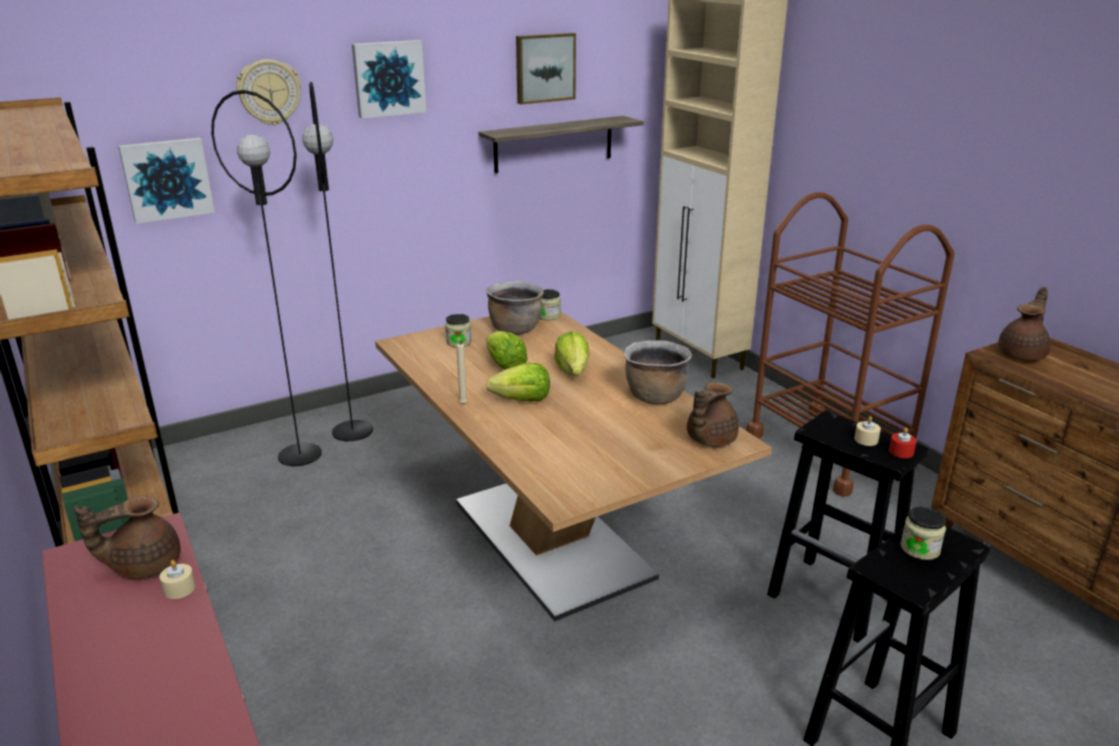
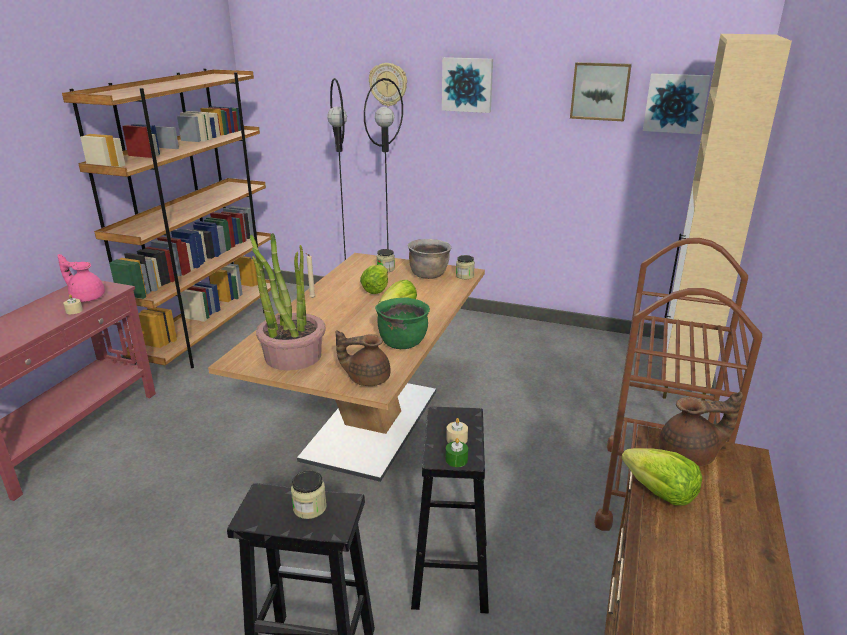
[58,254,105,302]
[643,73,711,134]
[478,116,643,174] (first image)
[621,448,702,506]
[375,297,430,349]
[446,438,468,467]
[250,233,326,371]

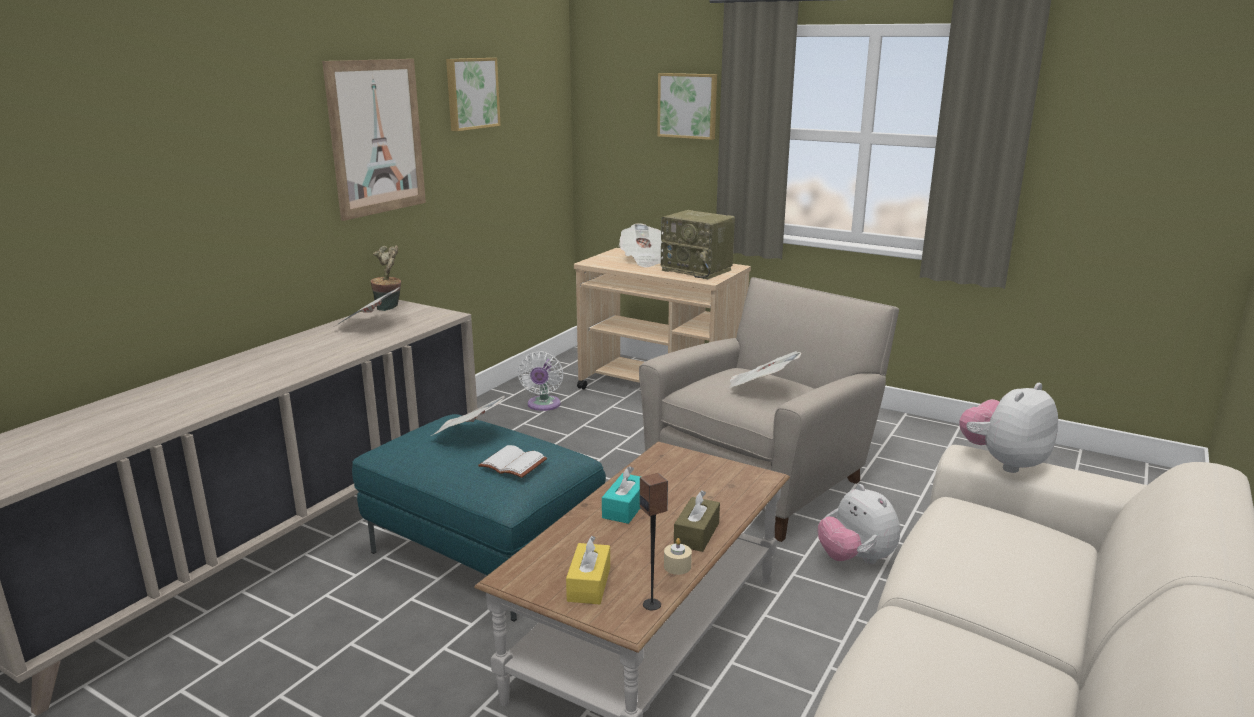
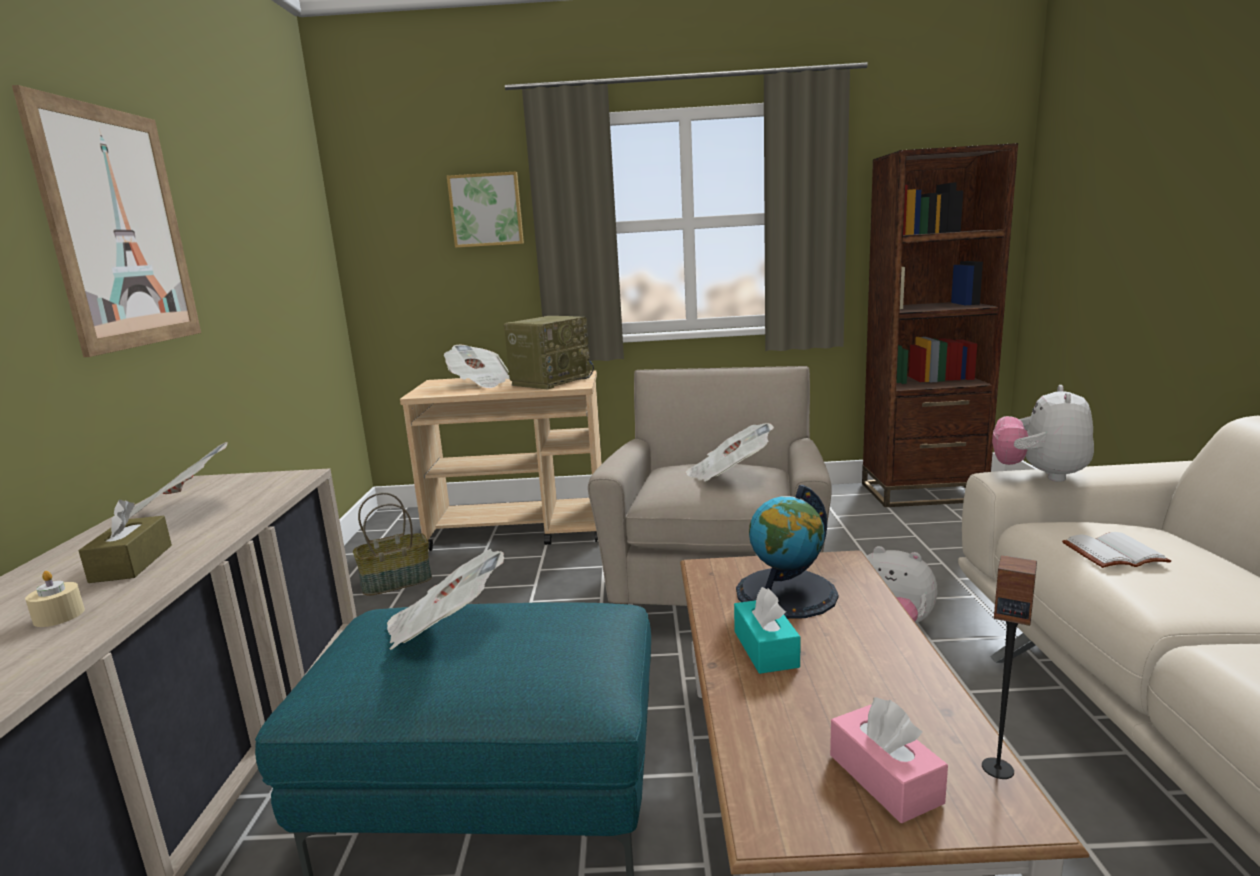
[371,245,401,311] (first image)
[446,58,501,131] (first image)
[1062,532,1171,568]
[353,492,432,596]
[830,697,948,823]
[504,316,594,389]
[25,571,85,627]
[79,500,172,583]
[736,485,838,619]
[862,143,1018,507]

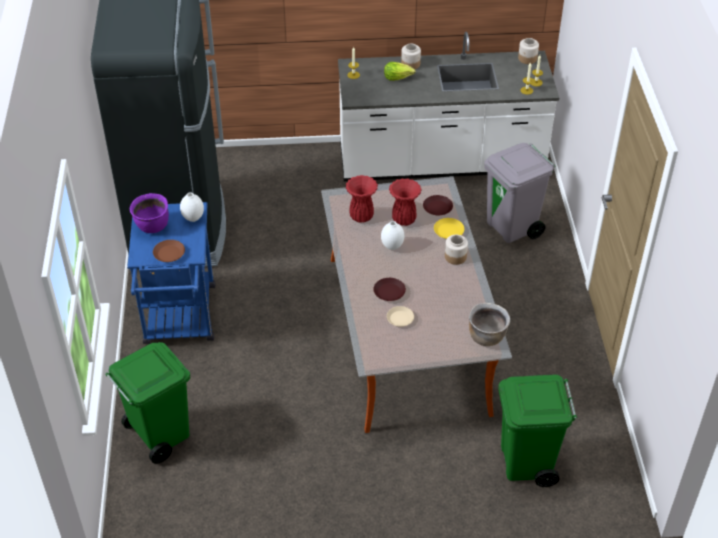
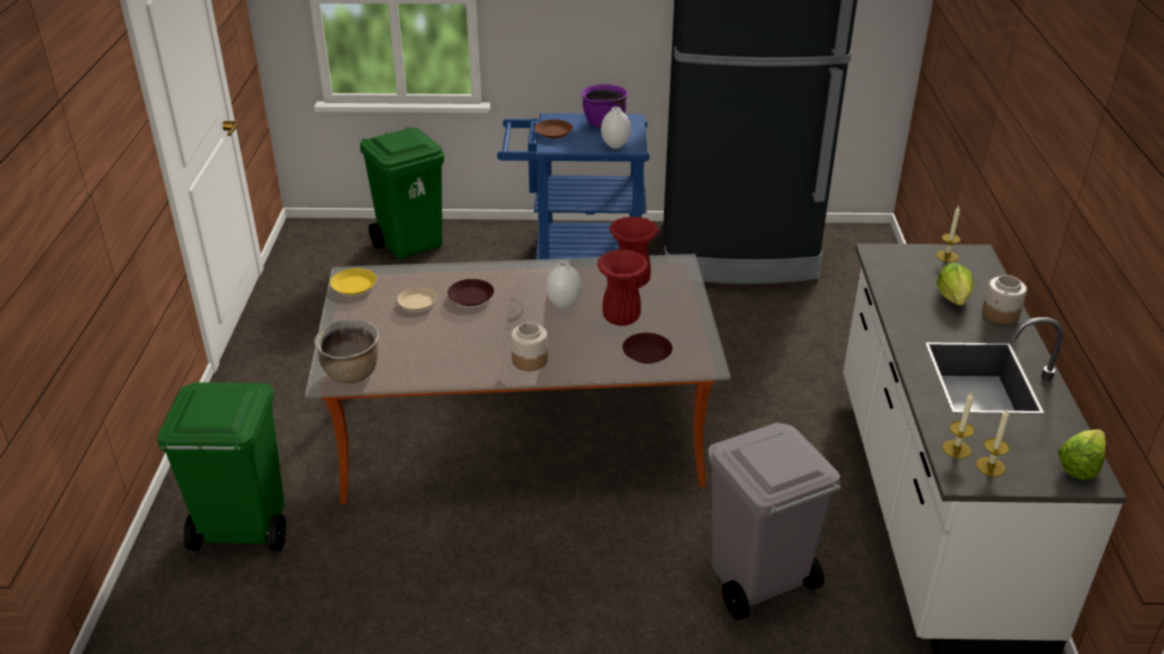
[330,268,377,295]
[1057,430,1106,480]

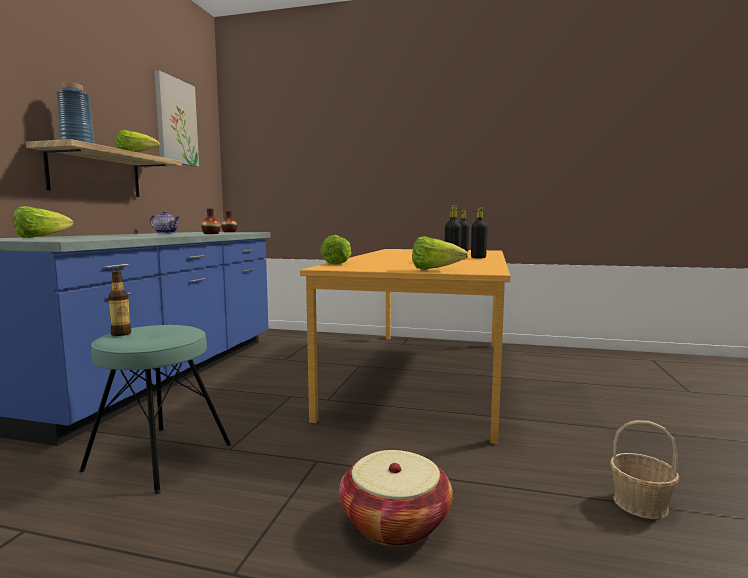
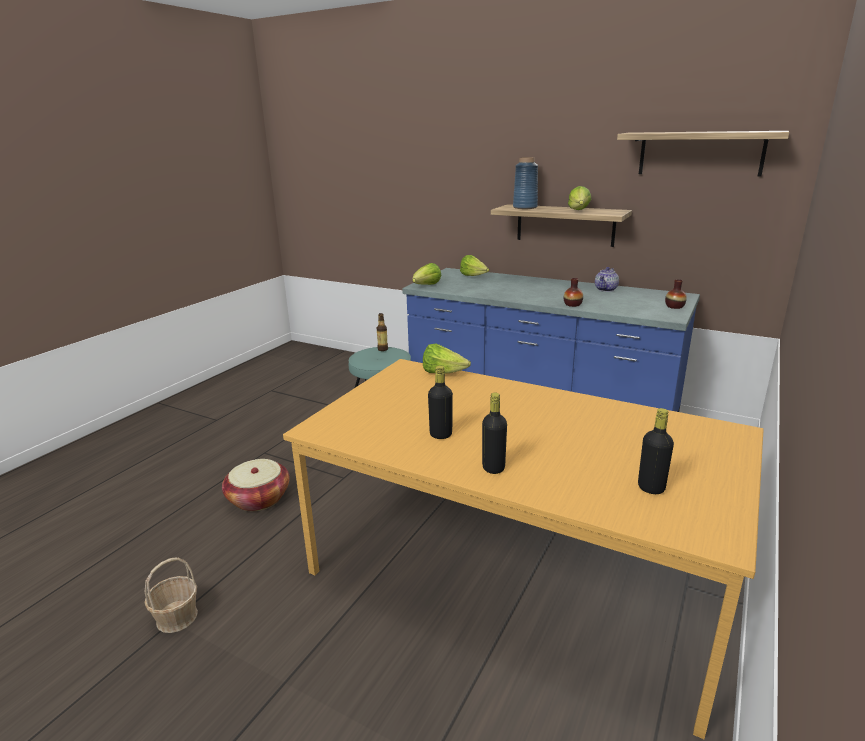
[617,131,789,177]
[412,263,442,285]

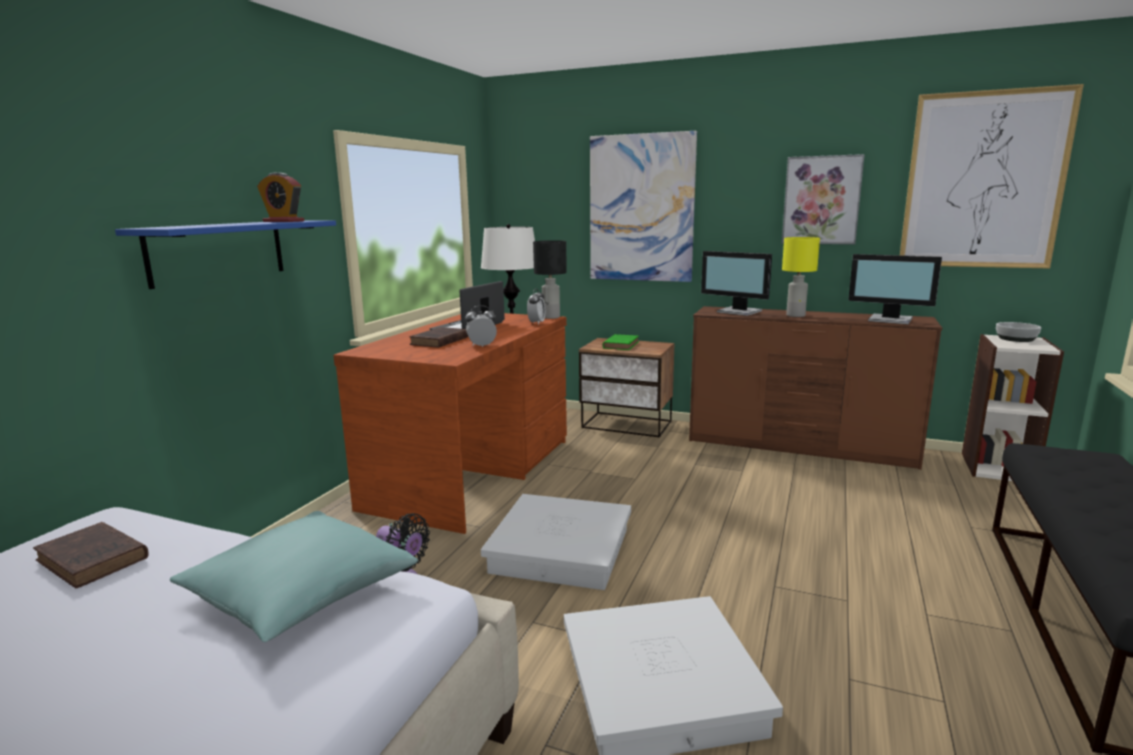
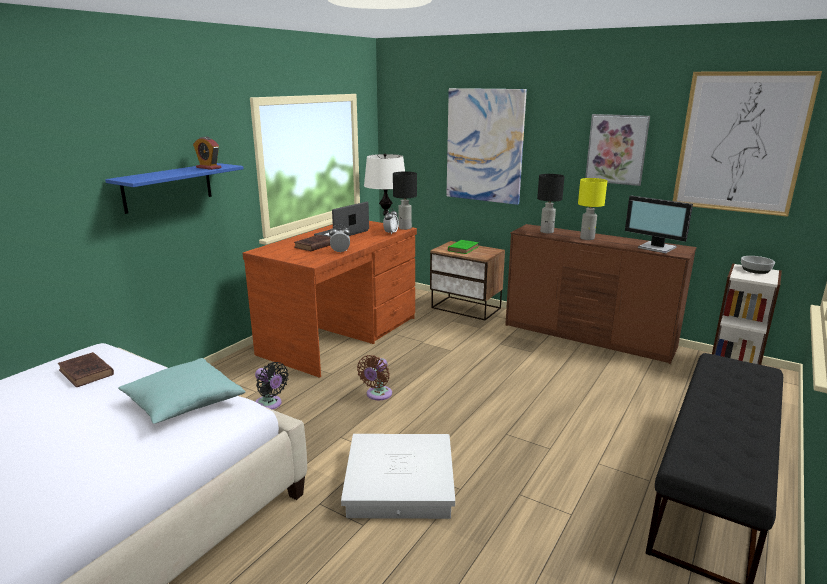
[357,355,392,400]
[537,174,565,233]

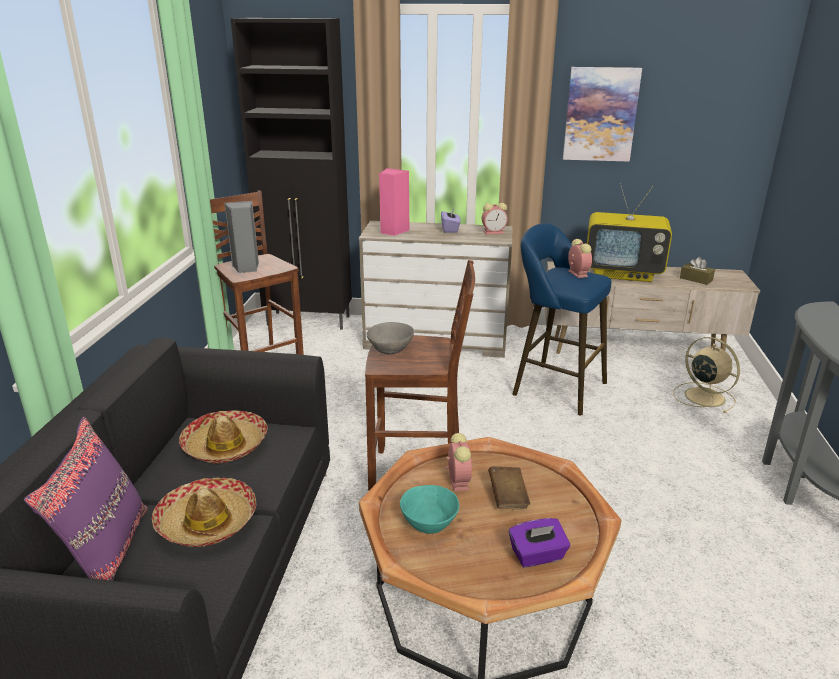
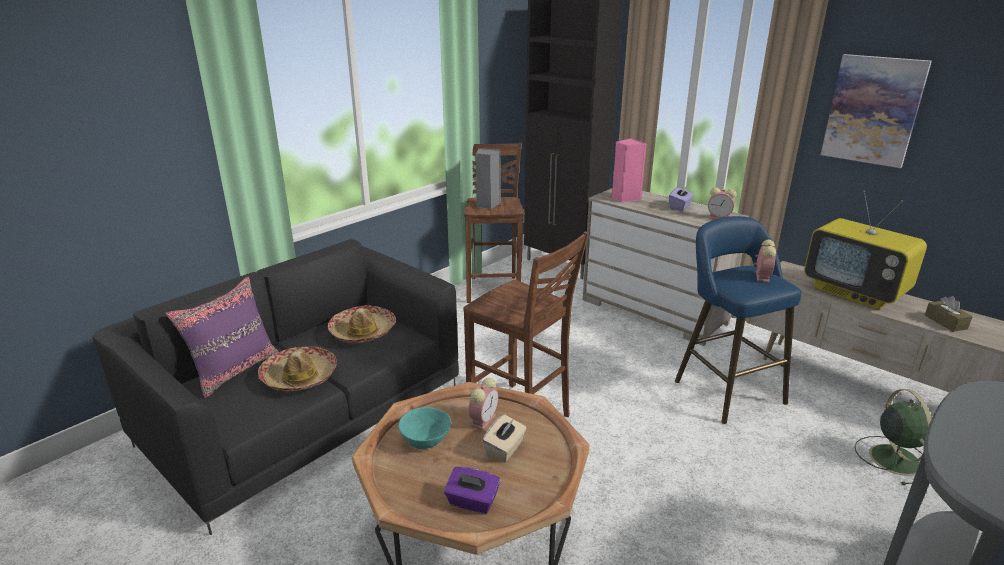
[366,322,414,354] (first image)
[482,414,527,462]
[854,389,932,485]

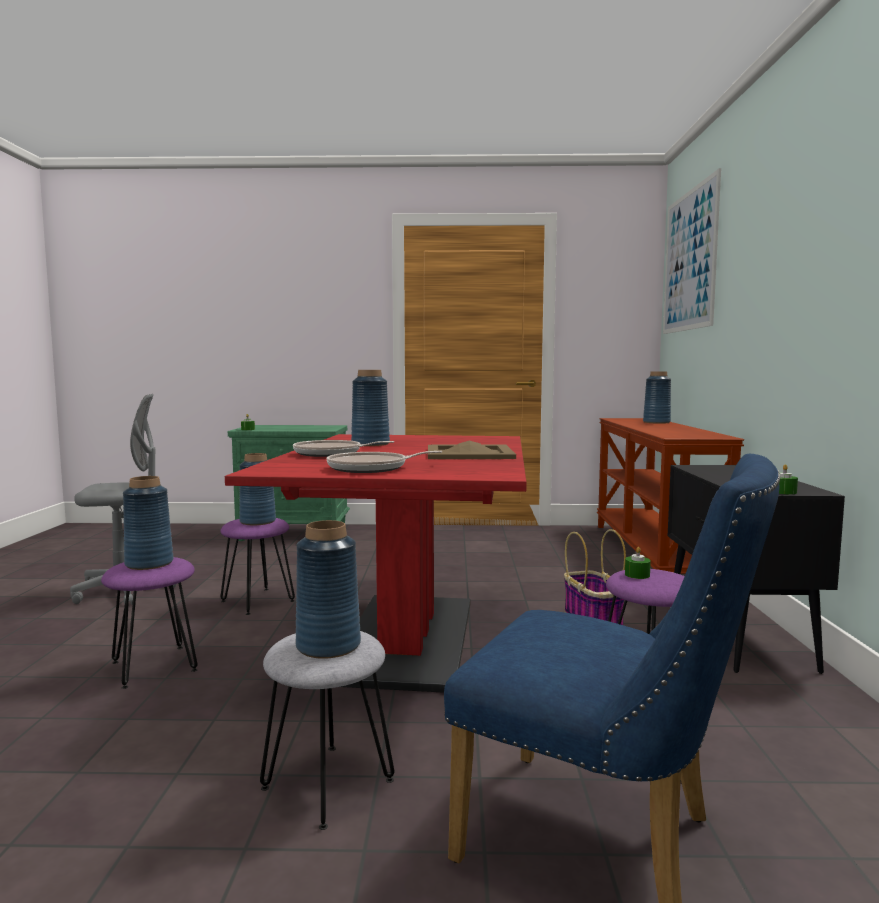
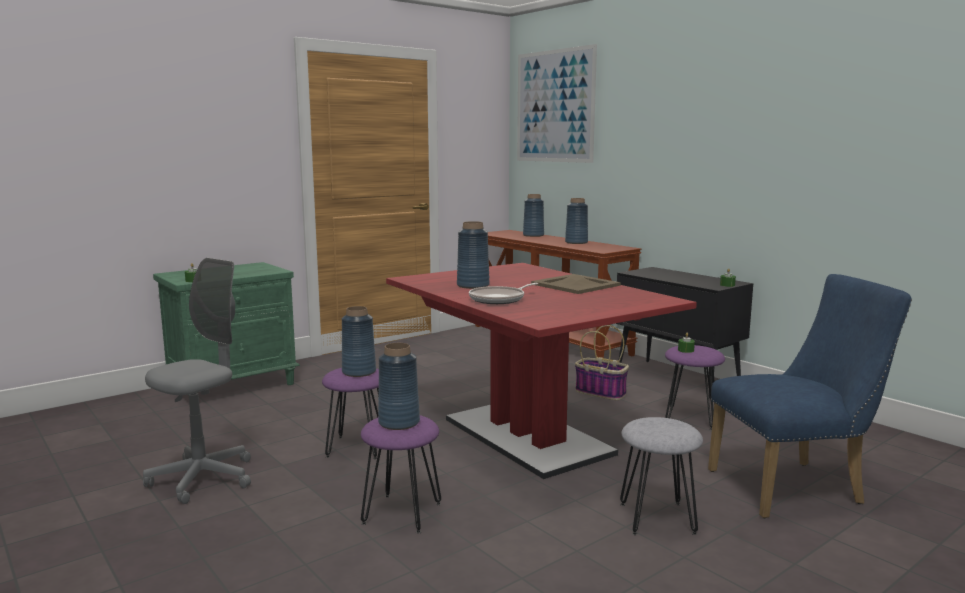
[565,198,588,244]
[327,451,442,473] (first image)

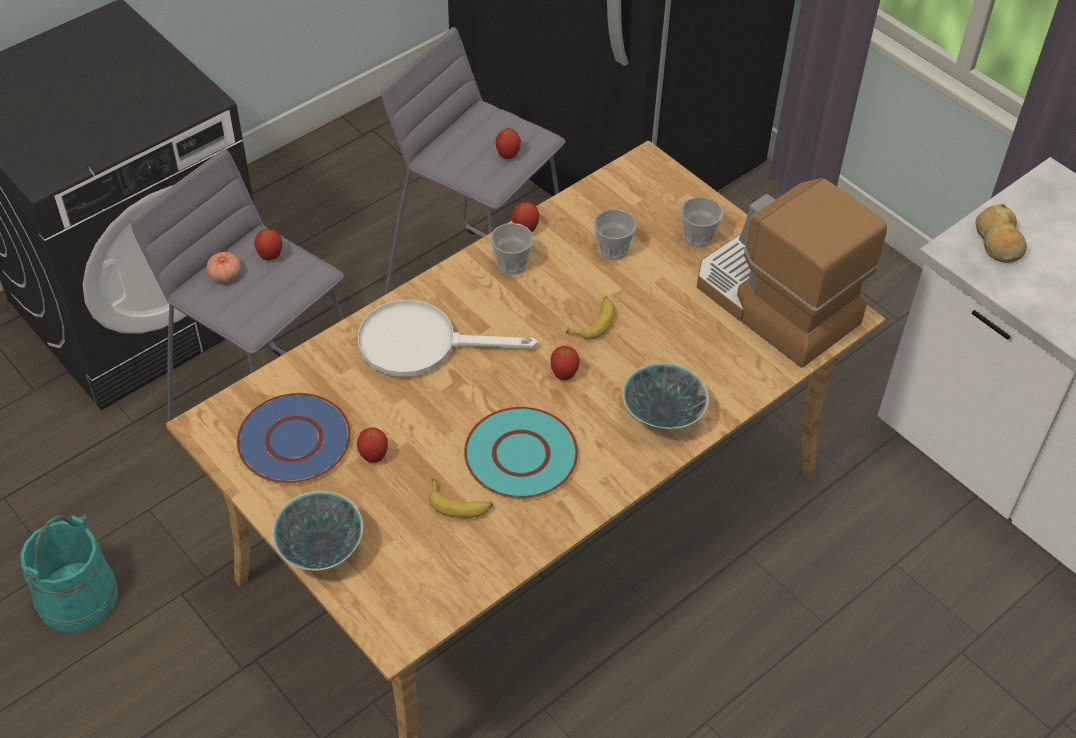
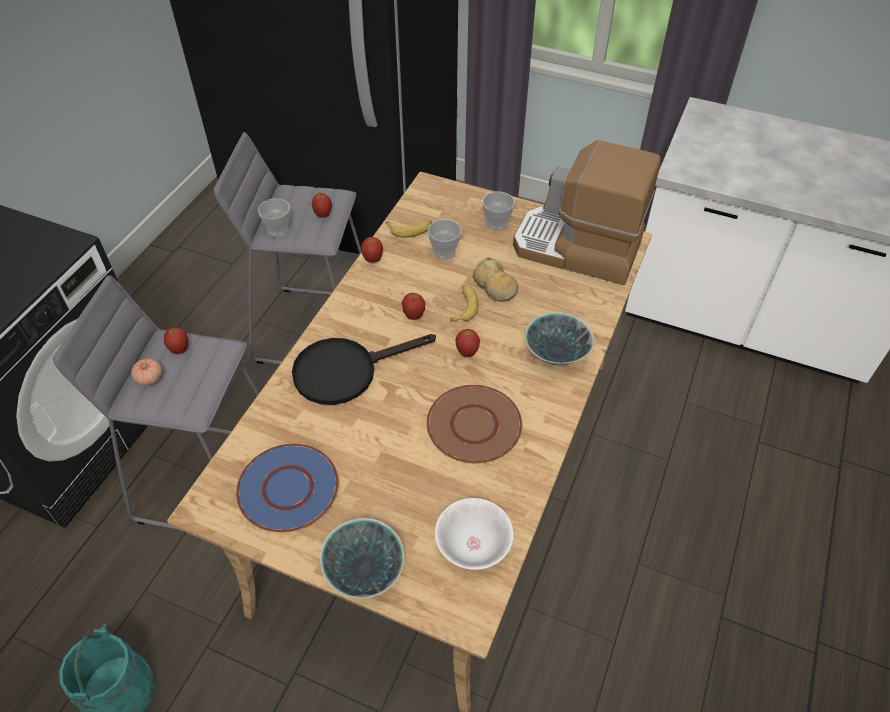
[402,293,425,320]
[292,334,436,405]
[386,220,432,238]
[426,385,522,464]
[258,199,290,237]
[473,257,518,302]
[435,498,513,570]

